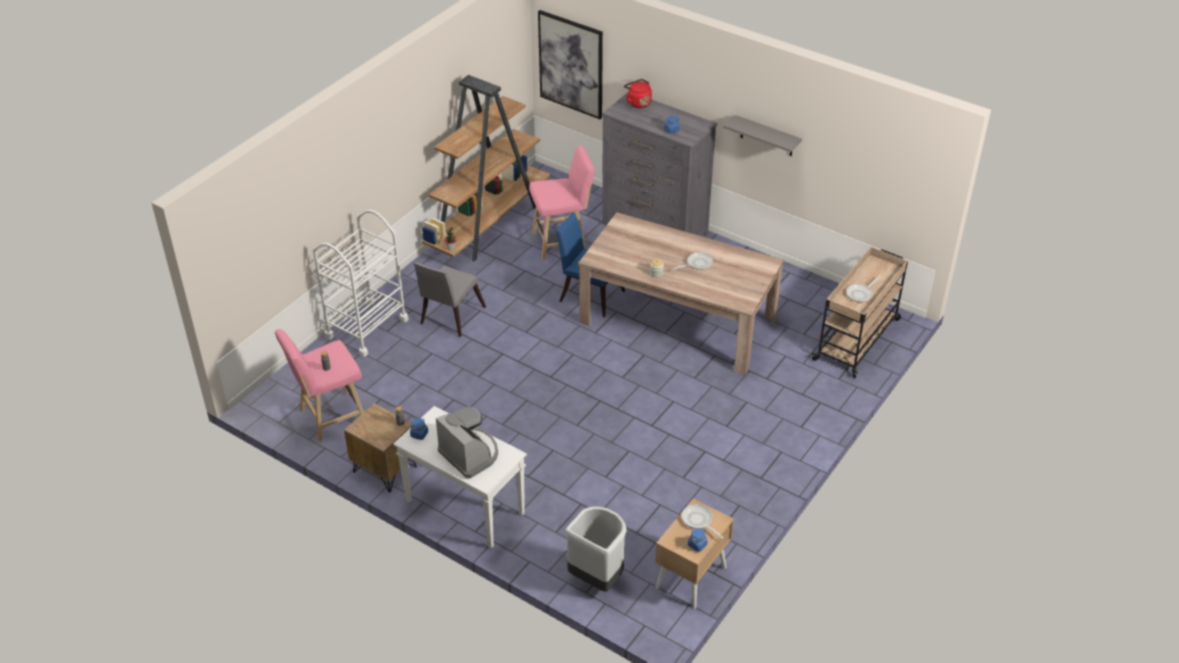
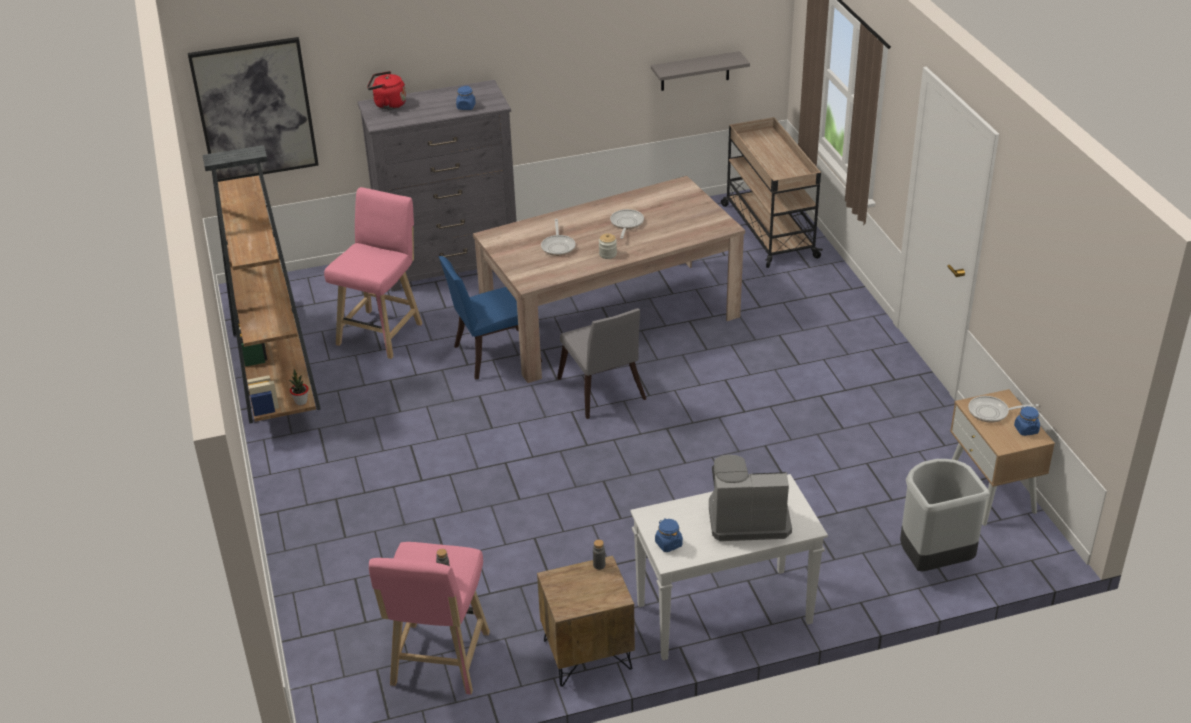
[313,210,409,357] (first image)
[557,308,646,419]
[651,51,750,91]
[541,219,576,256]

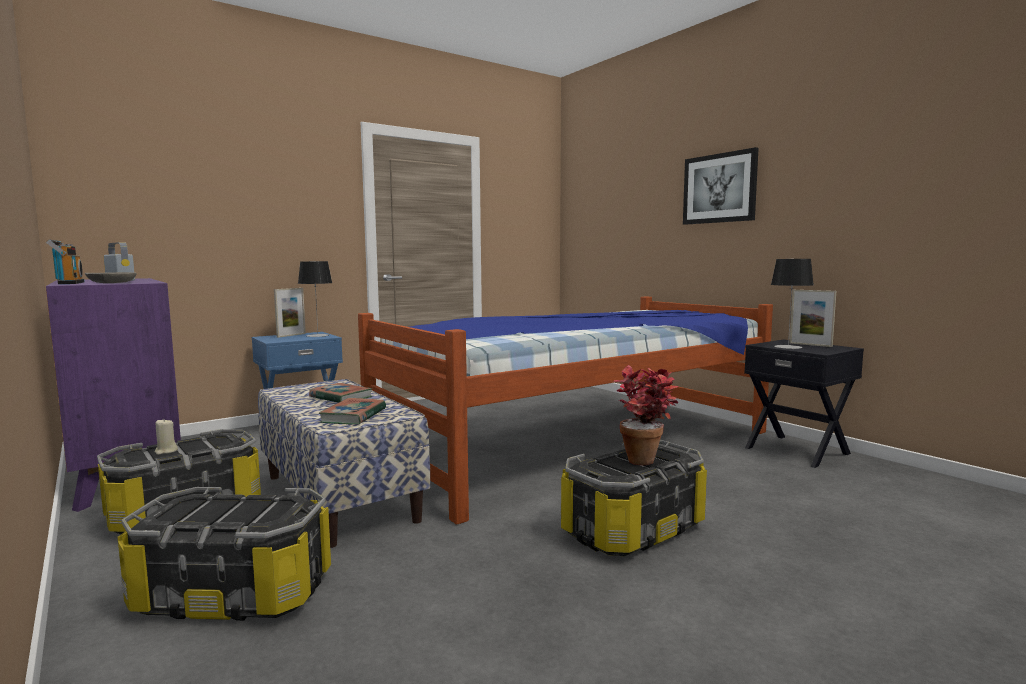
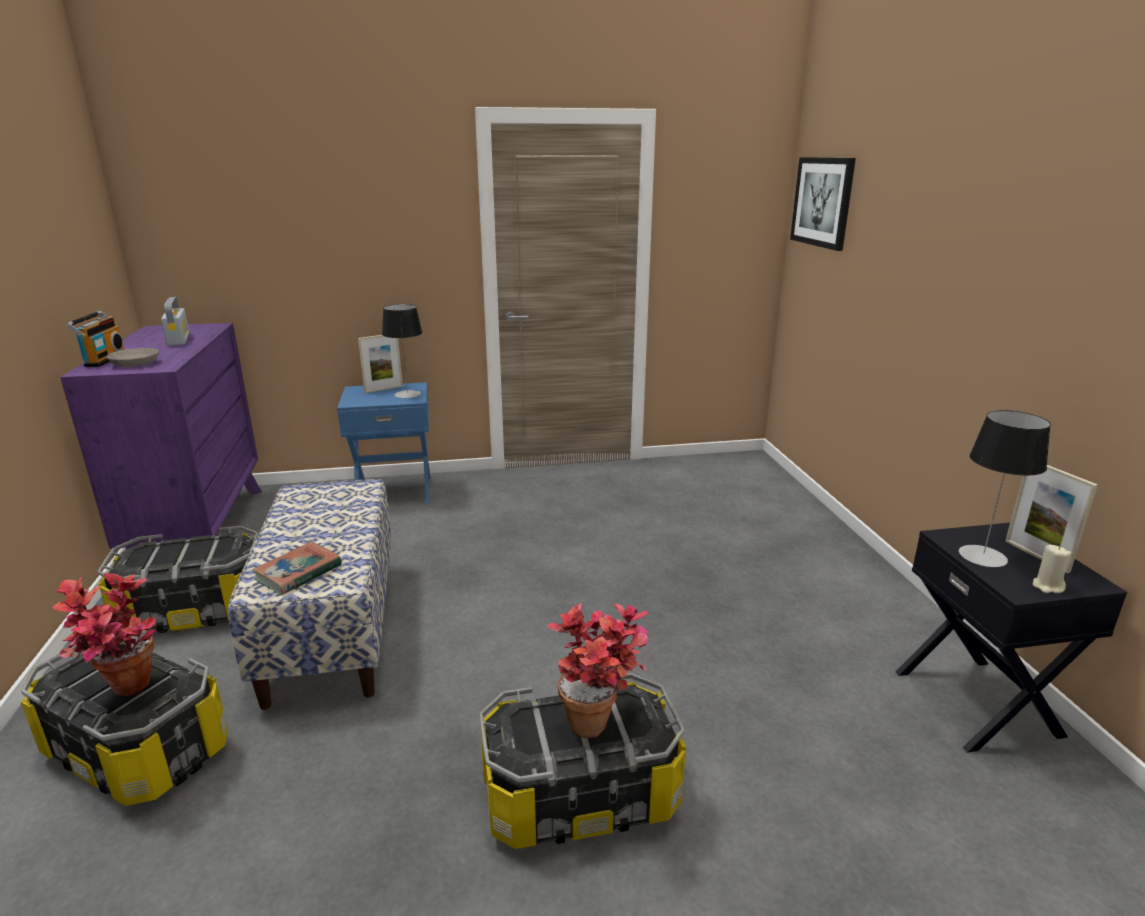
[1032,545,1072,593]
[309,383,372,403] (first image)
[358,297,773,525] (first image)
[790,157,856,251]
[53,573,156,696]

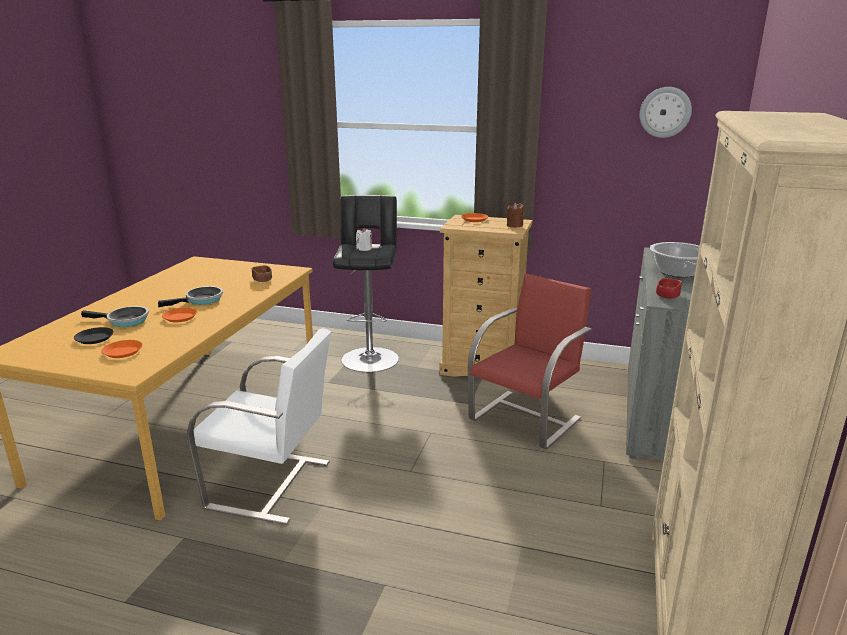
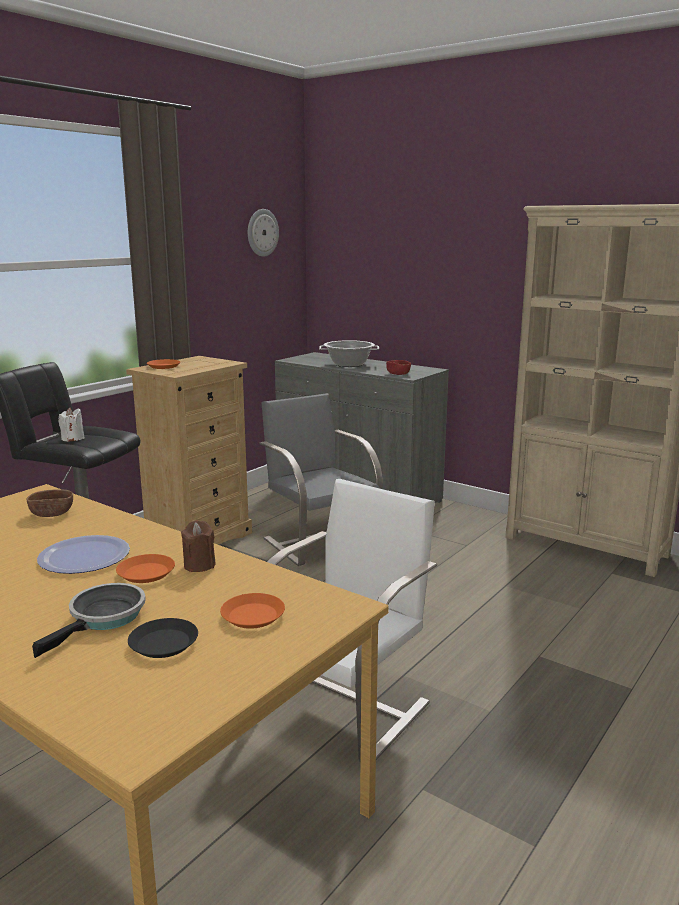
[37,535,130,574]
[259,393,383,566]
[181,520,216,572]

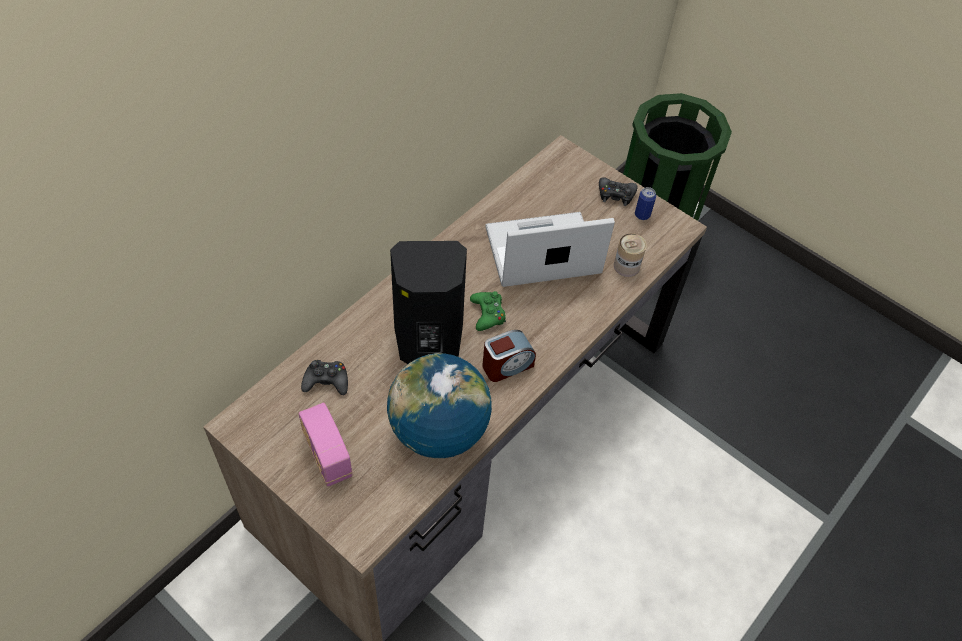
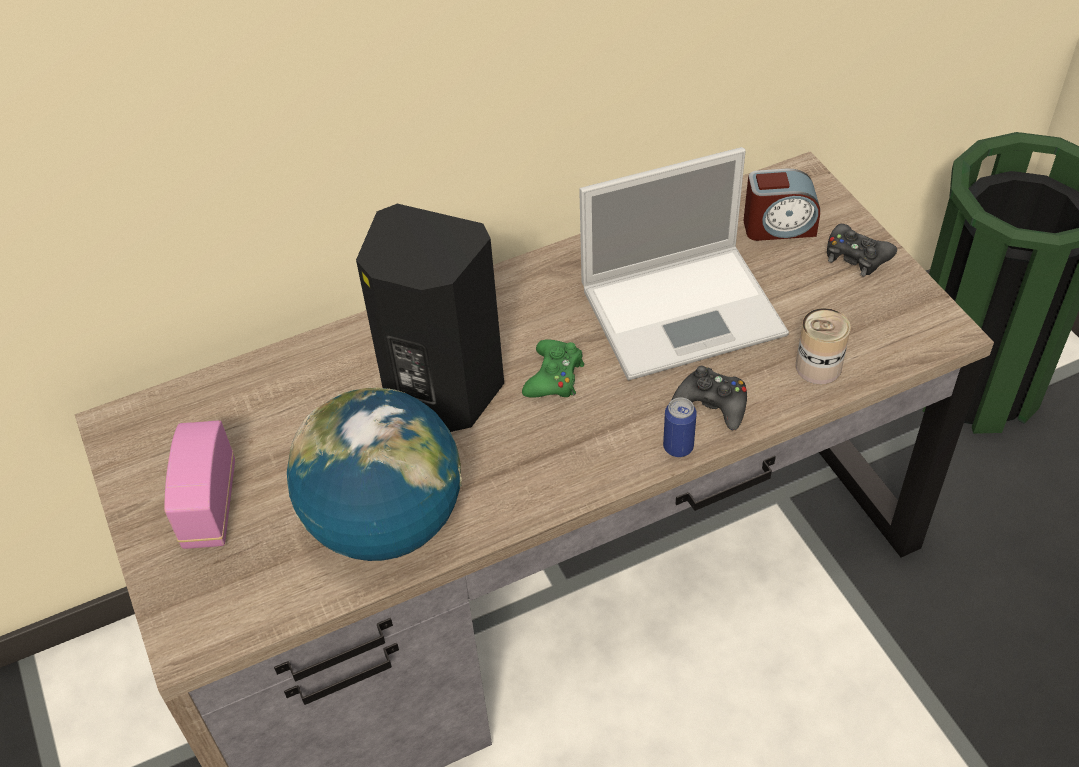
[671,366,747,430]
[744,169,820,241]
[579,147,789,380]
[663,397,697,457]

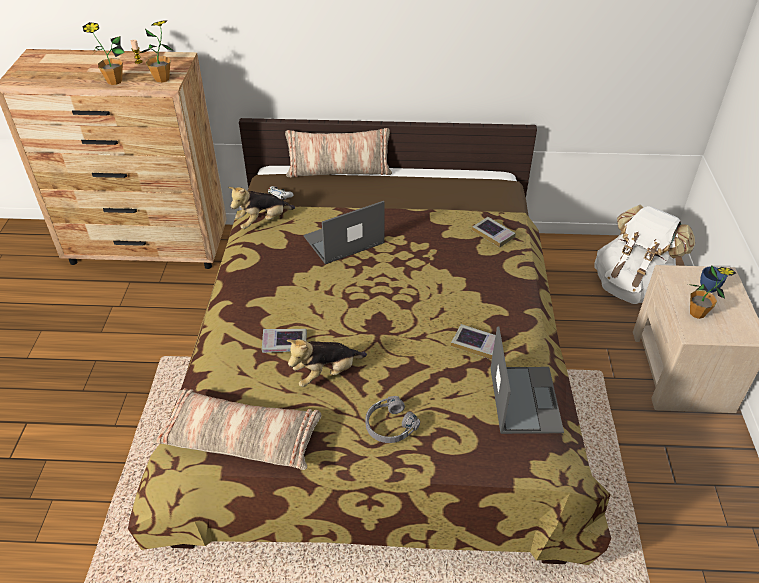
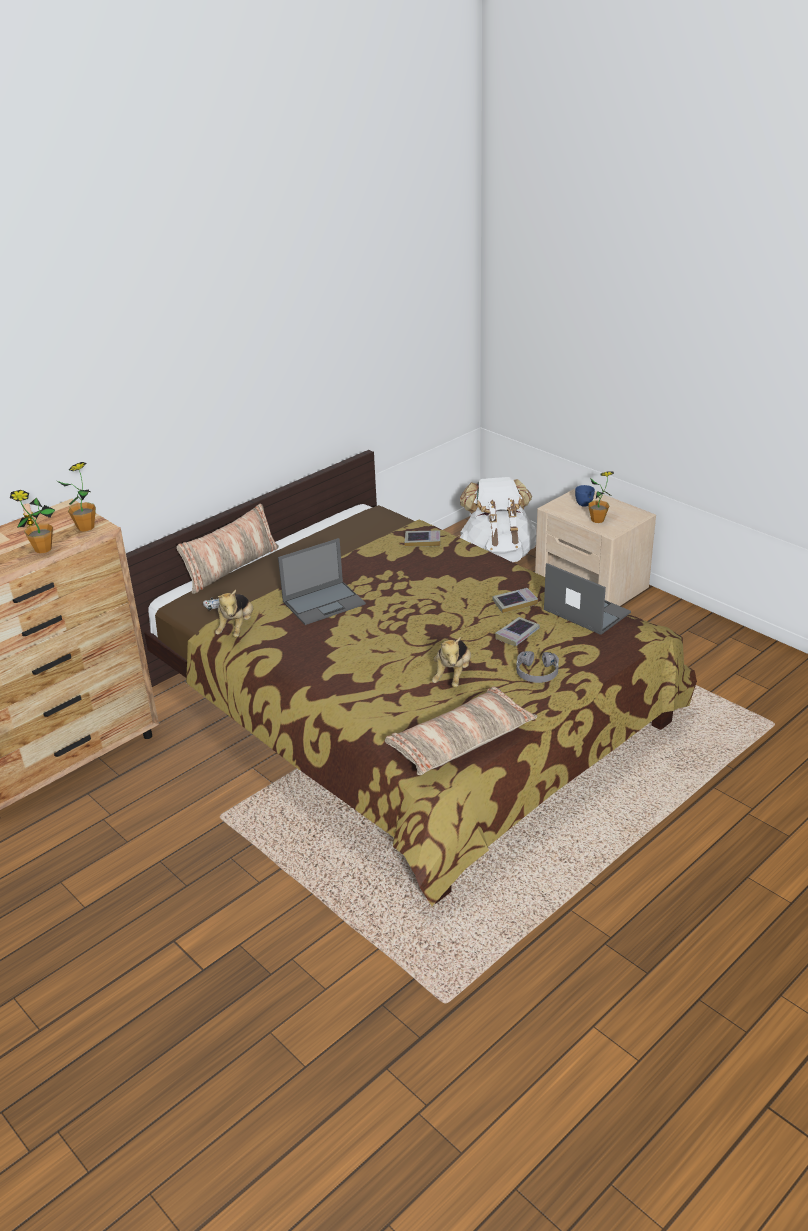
[495,617,540,646]
[278,538,366,625]

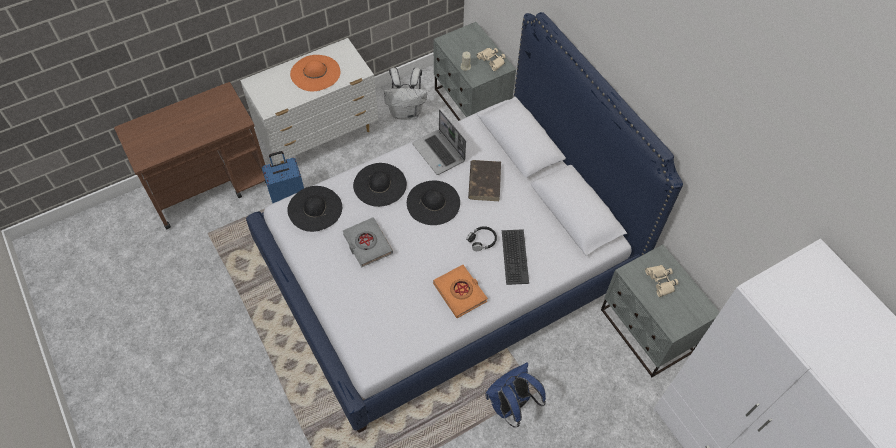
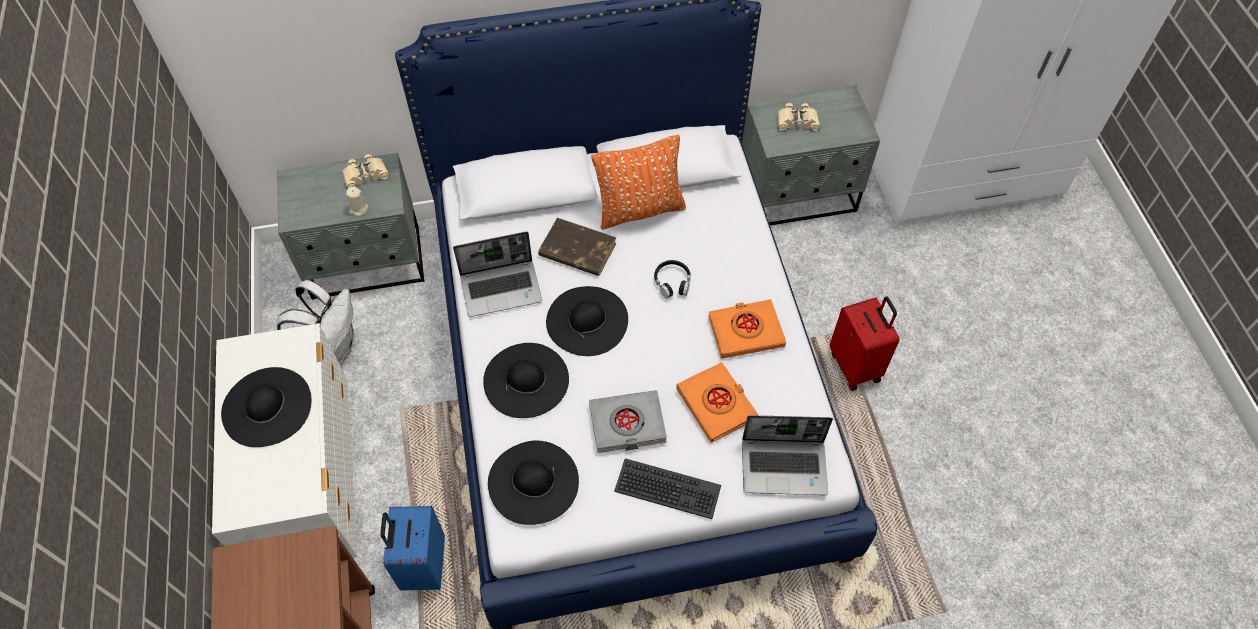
[221,367,311,447]
[830,296,900,391]
[614,458,721,519]
[591,134,686,230]
[676,362,758,443]
[742,415,833,495]

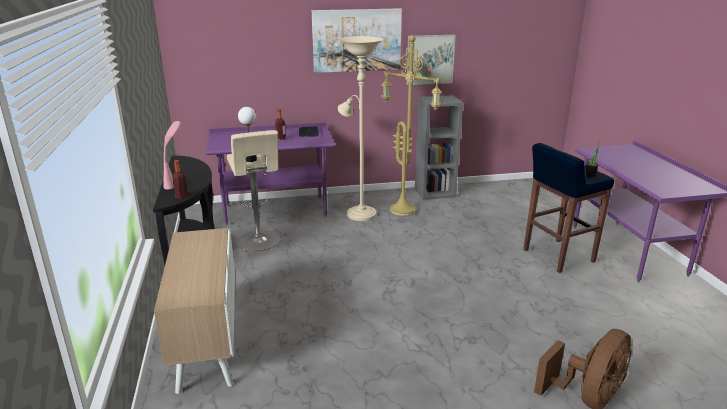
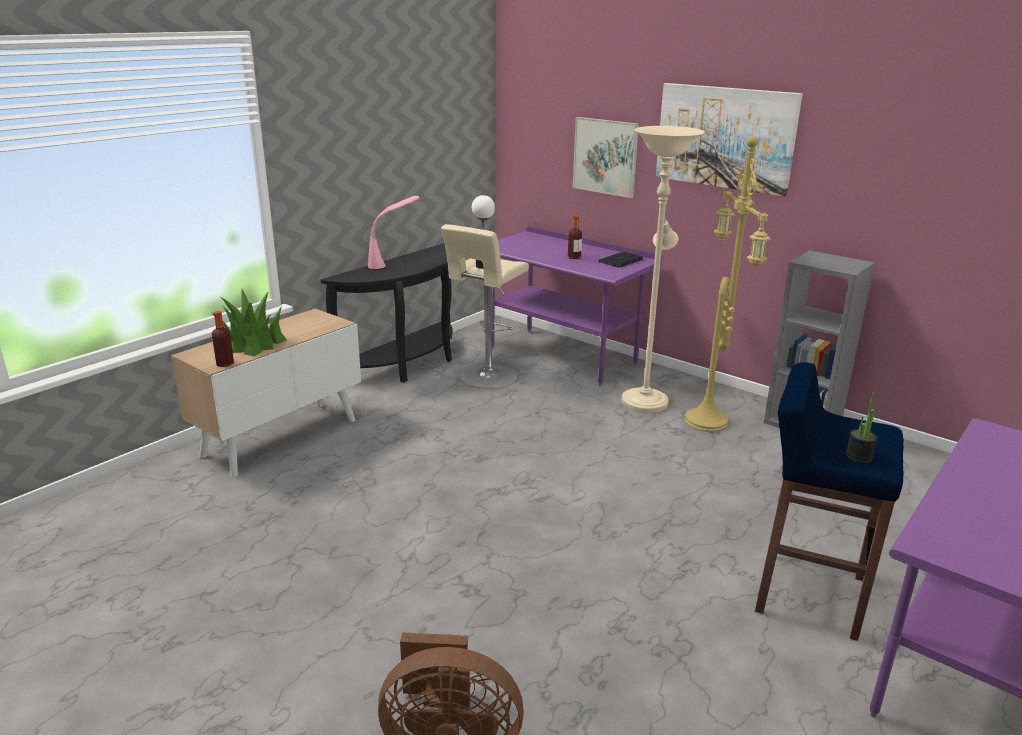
[212,311,234,367]
[573,117,639,198]
[212,289,287,356]

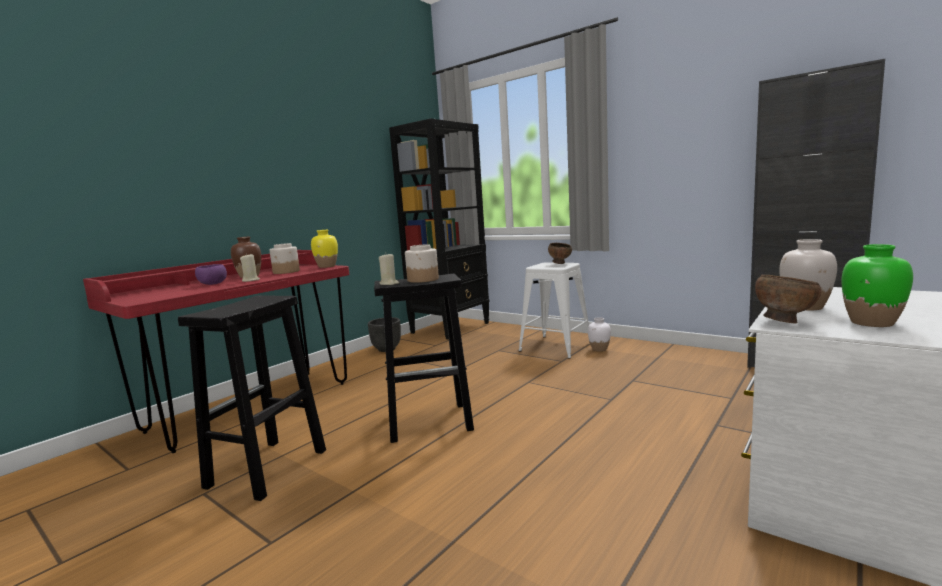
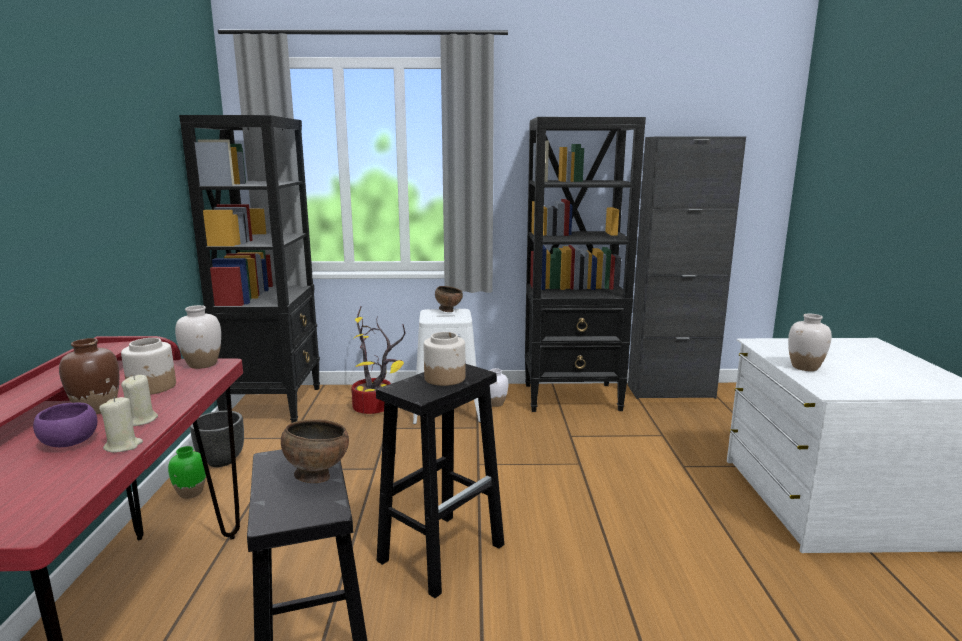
[175,305,221,369]
[99,397,143,453]
[281,419,349,483]
[168,446,206,499]
[351,306,406,414]
[525,117,646,412]

